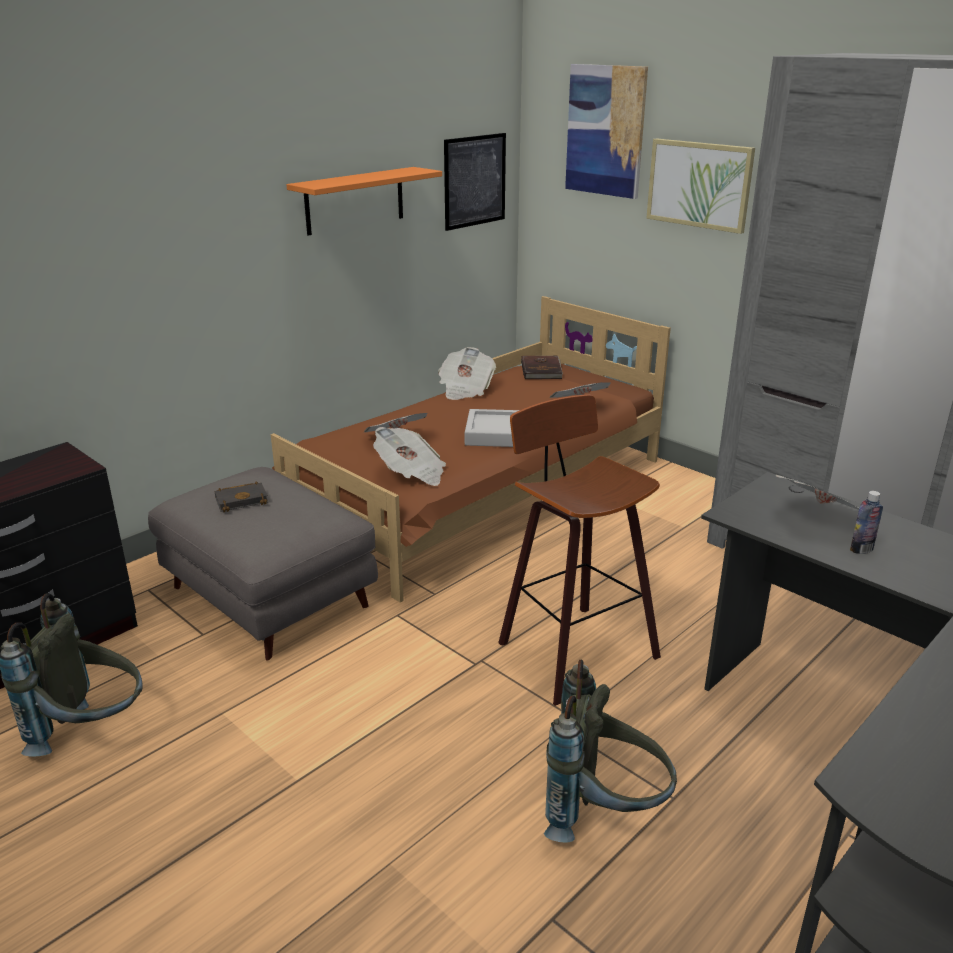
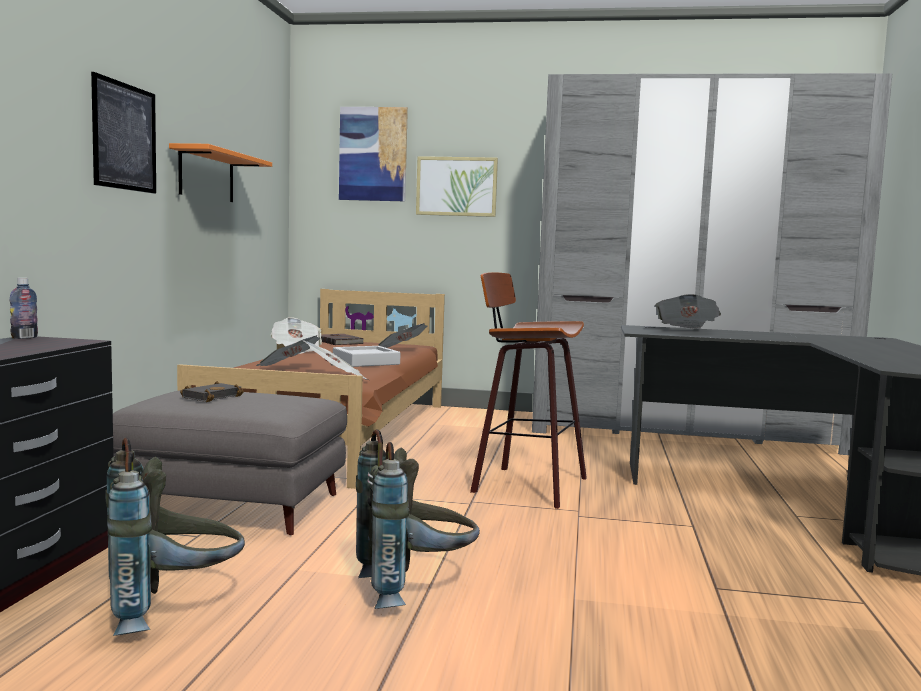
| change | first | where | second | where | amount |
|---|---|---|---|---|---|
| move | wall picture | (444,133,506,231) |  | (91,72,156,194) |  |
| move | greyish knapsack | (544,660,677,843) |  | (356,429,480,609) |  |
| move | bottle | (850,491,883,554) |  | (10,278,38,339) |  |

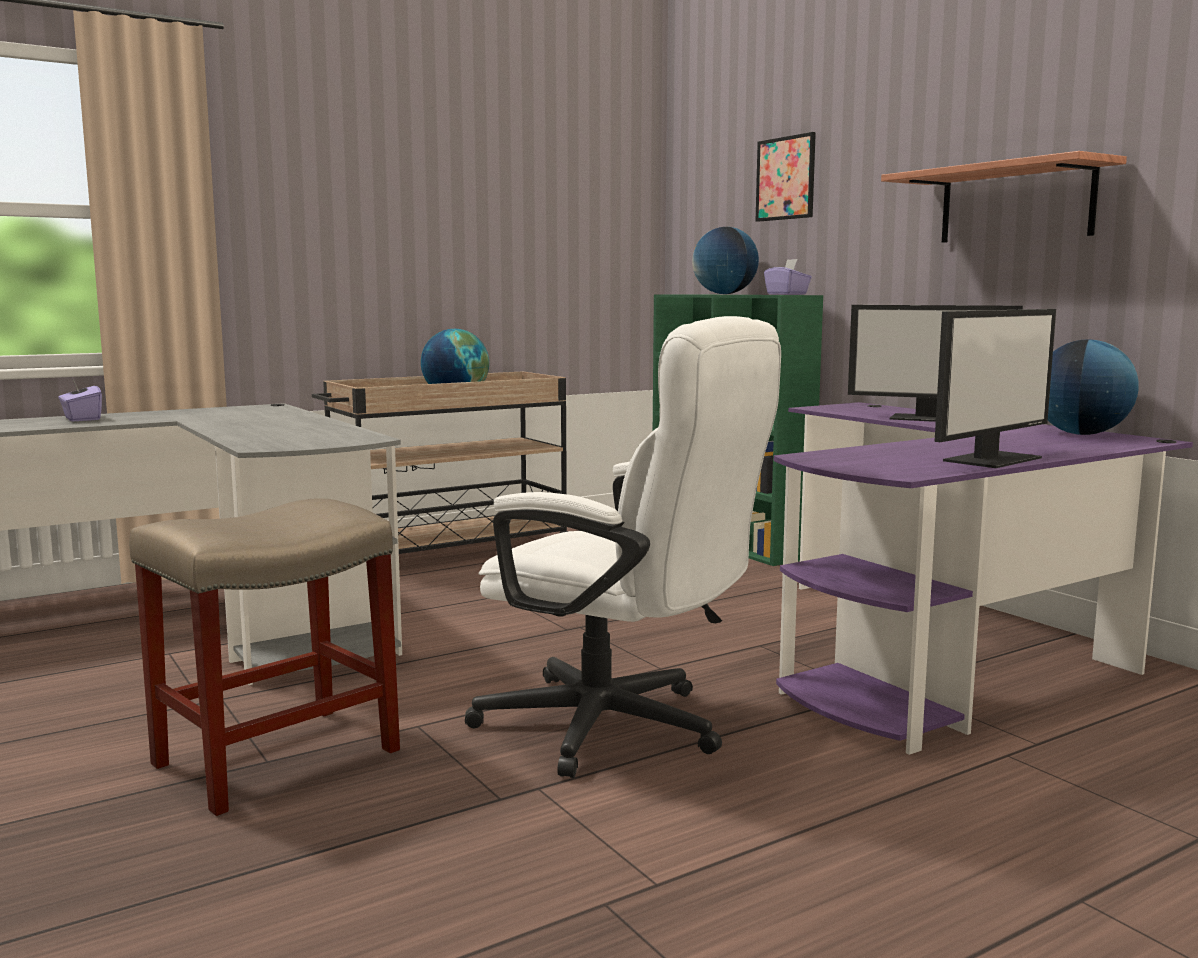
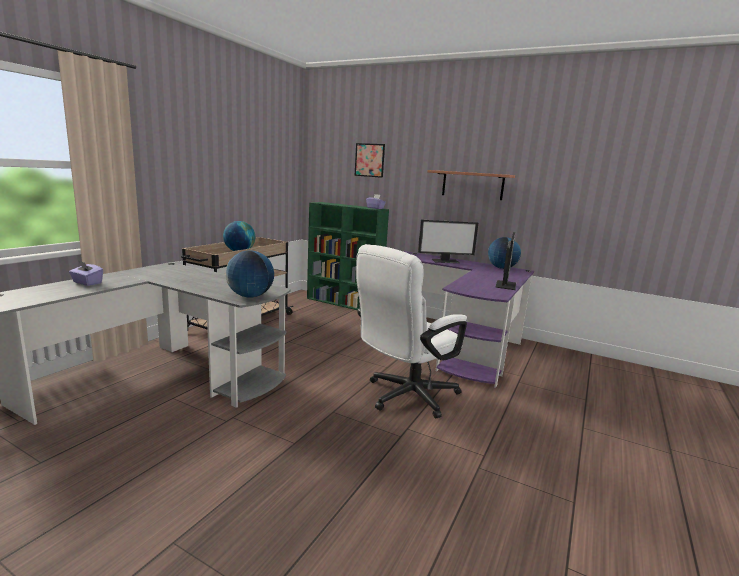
| change | first | where | second | where | amount |
|---|---|---|---|---|---|
| delete | beige-coloured stool | (129,498,400,816) |  |  |  |
| move | world globe | (692,227,759,294) |  | (226,250,274,298) |  |
| rotate | whitish office chair | (465,316,781,778) |  | (356,244,467,419) | 135 degrees clockwise |

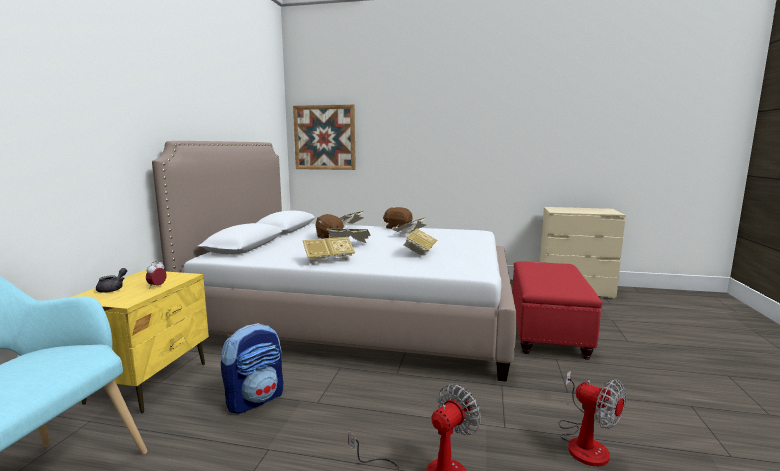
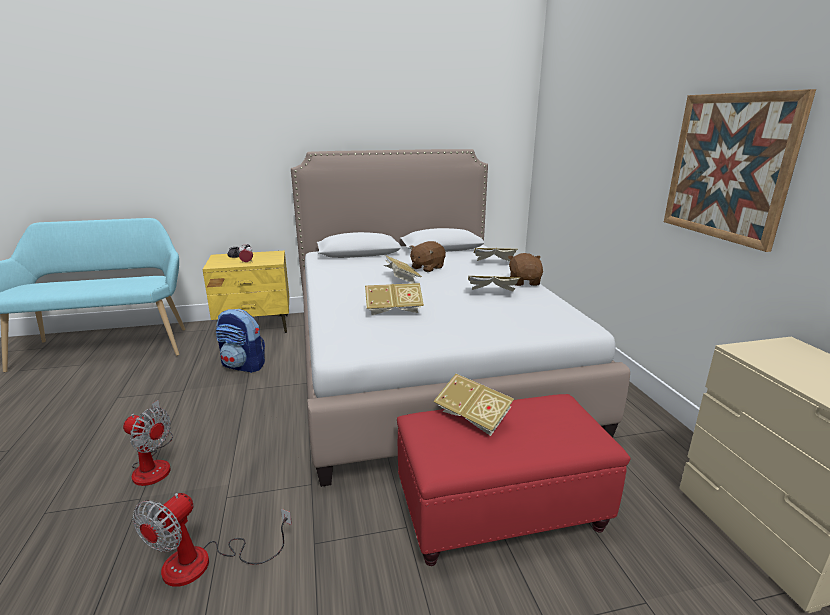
| change | first | where | second | where | amount |
|---|---|---|---|---|---|
| move | wall picture | (293,104,356,170) |  | (664,89,816,252) |  |
| move | bound book | (302,237,355,264) |  | (433,374,514,436) |  |

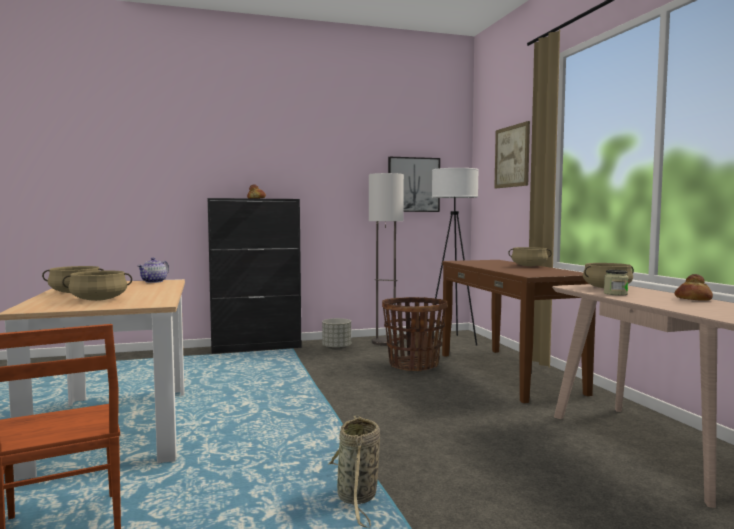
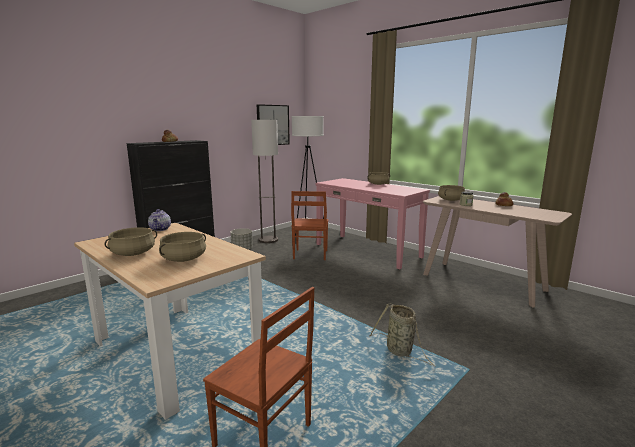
| change | first | where | second | where | amount |
|---|---|---|---|---|---|
| delete | wall picture | (494,121,530,188) |  |  |  |
| replace | basket | (382,297,448,371) | brown-coloured upright chair | (291,191,328,260) |  |
| recolor | brown-coloured console table | (442,260,596,403) | pinkish console table | (316,178,430,269) |  |

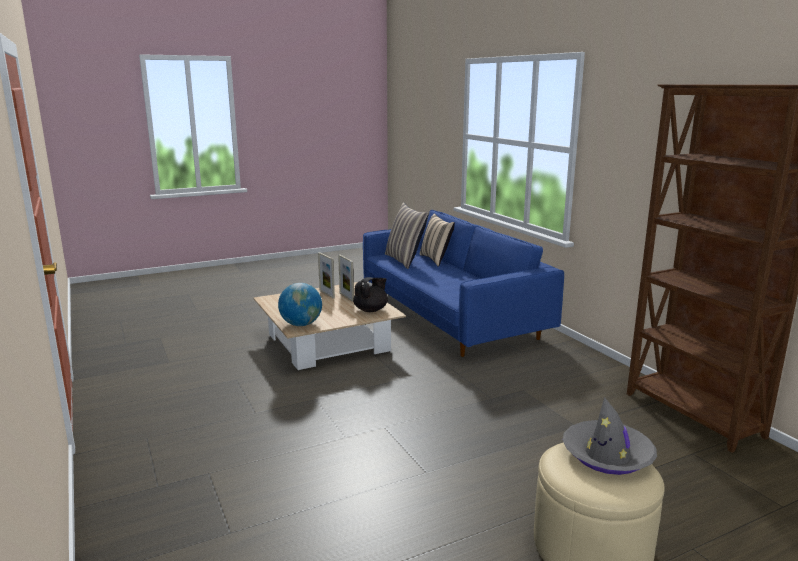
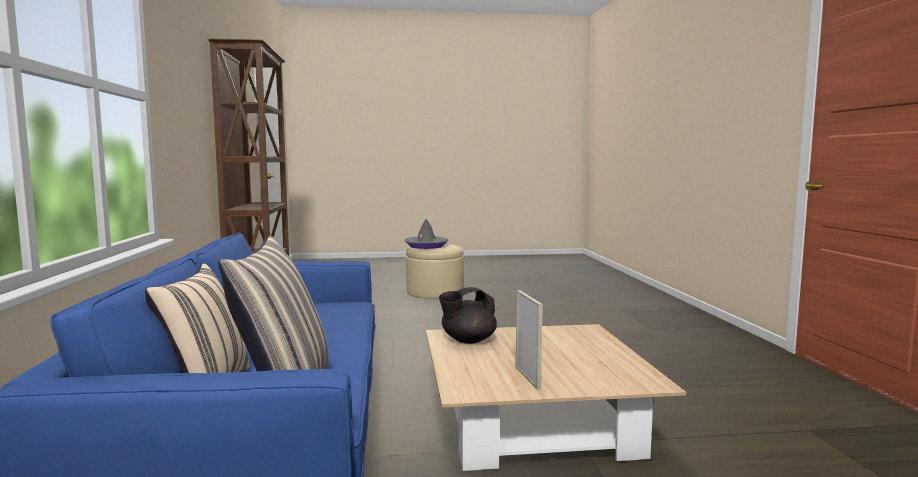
| change | first | where | second | where | amount |
|---|---|---|---|---|---|
| delete | world globe | (278,283,322,326) |  |  |  |
| delete | photo frame | (338,255,354,302) |  |  |  |

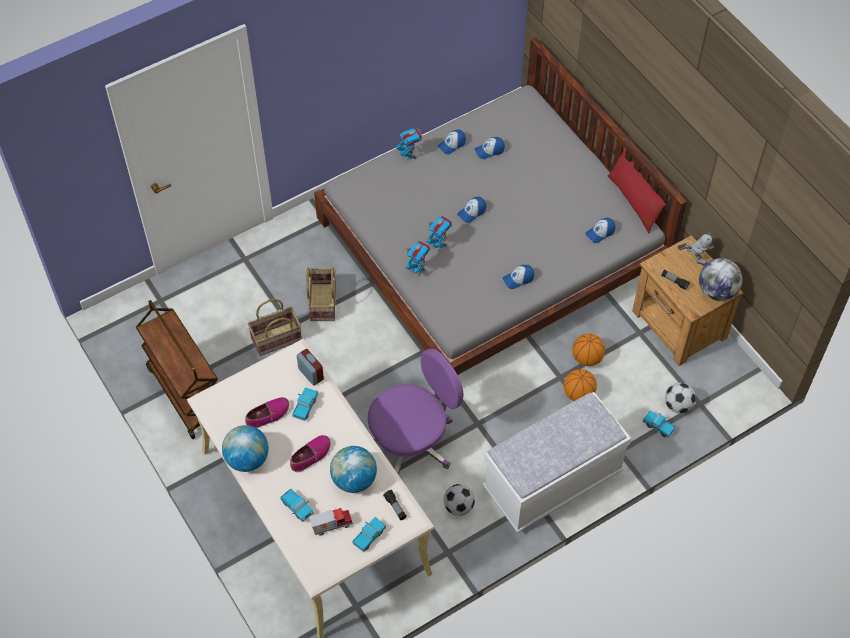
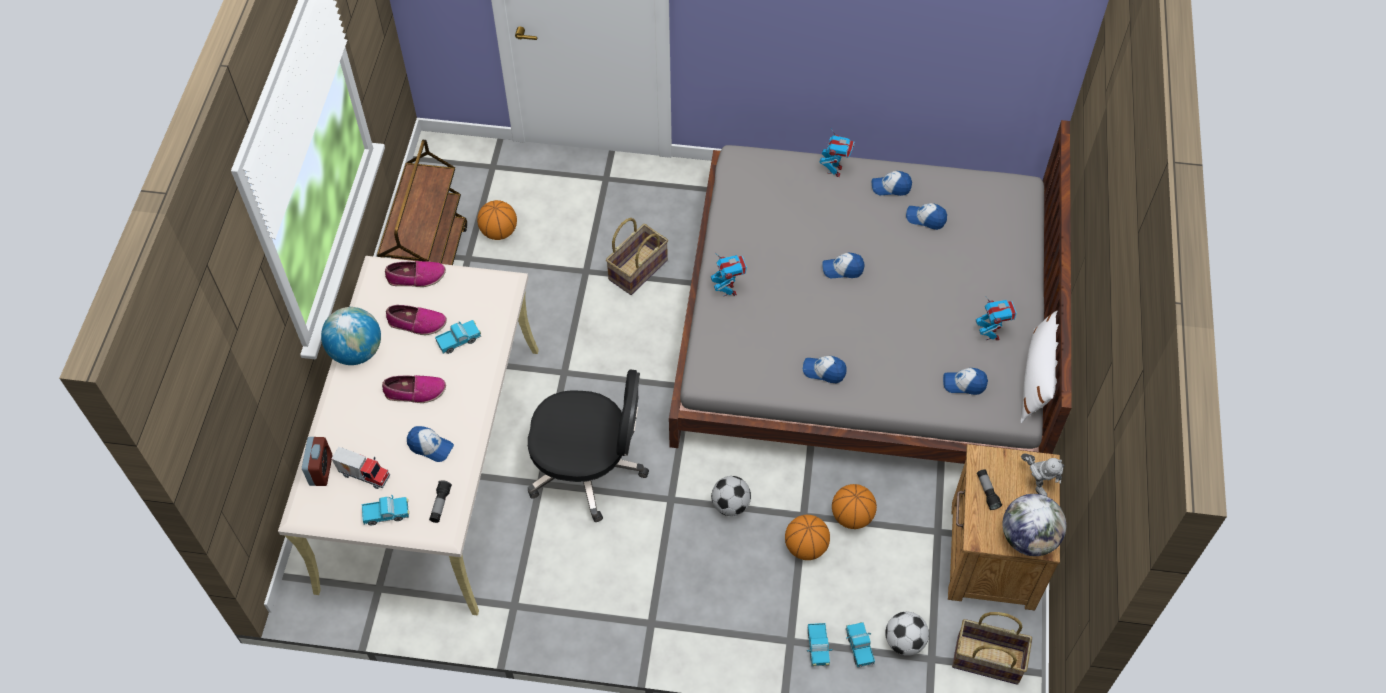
| change | first | where | second | where | amount |
|---|---|---|---|---|---|
| delete | whitish long seat | (483,392,631,533) |  |  |  |
| insert |  |  | shoe | (385,261,446,287) |  |
| insert |  |  | basketball | (477,200,517,240) |  |
| move | basket | (248,299,302,356) |  | (952,612,1032,685) |  |
| move | toy truck | (280,489,314,522) |  | (807,623,833,666) |  |
| move | table clock | (296,349,324,386) |  | (302,437,332,486) |  |
| move | robot figure | (427,215,452,250) |  | (976,296,1017,340) |  |
| move | football ball | (444,484,475,516) |  | (711,476,751,516) |  |
| replace | world globe | (330,446,377,493) | baseball cap | (407,426,454,462) |  |
| recolor | purplish office chair | (368,349,464,475) | black-coloured office chair | (528,369,649,522) |  |
| recolor | red throw pillow | (608,149,666,234) | whitish throw pillow | (1021,310,1059,423) |  |

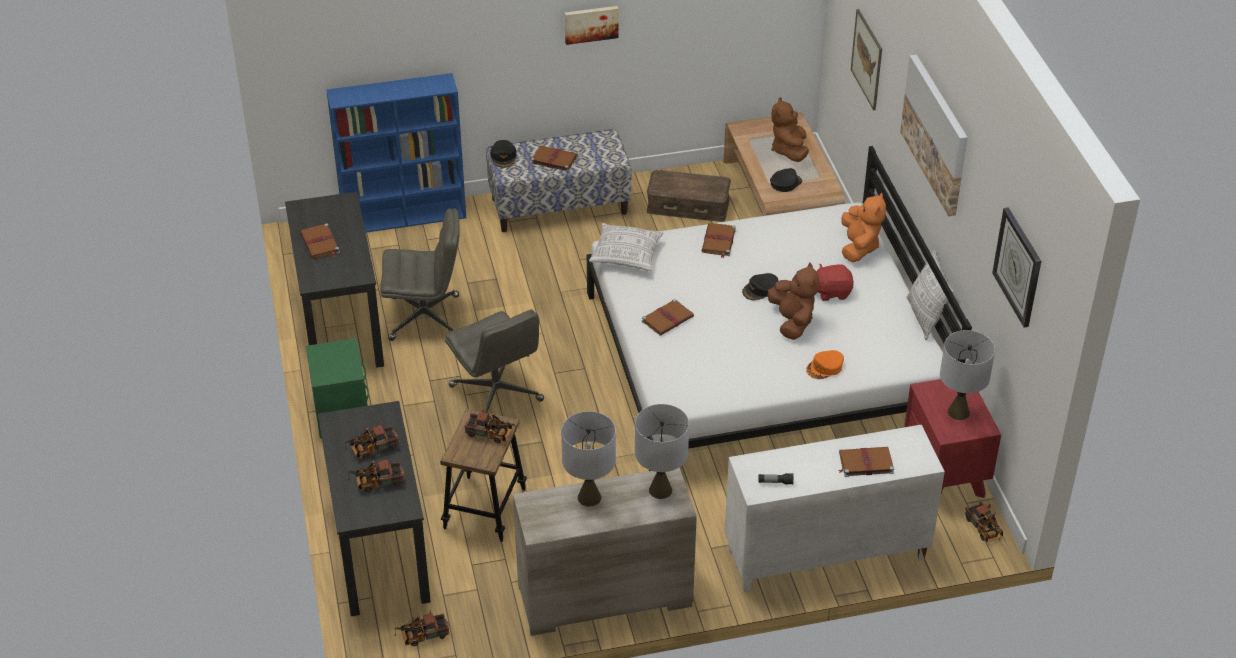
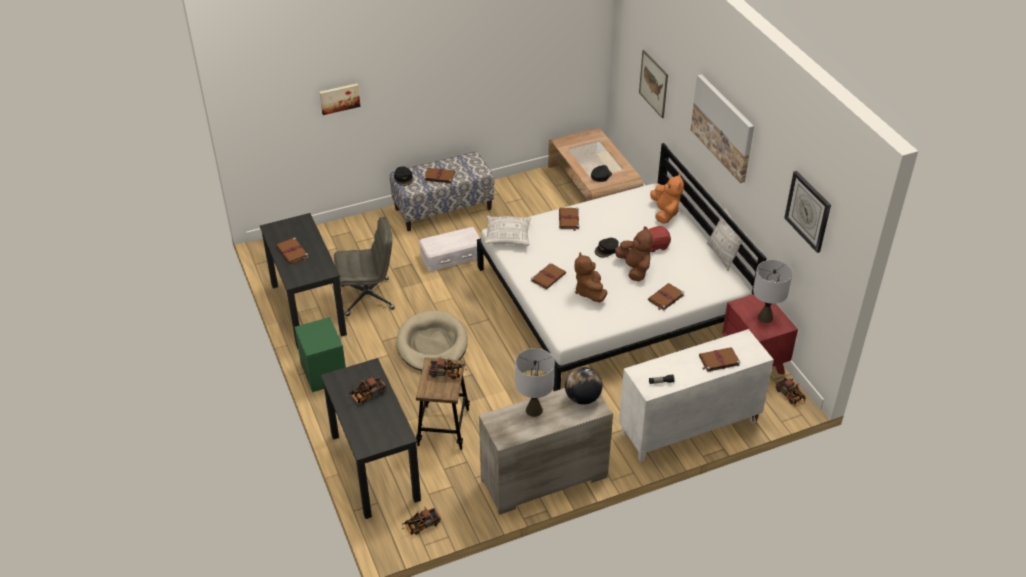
| change | first | where | second | where | amount |
|---|---|---|---|---|---|
| delete | blue-coloured bookcase | (327,73,466,233) |  |  |  |
| delete | toy truck | (348,457,404,492) |  |  |  |
| delete | brown-coloured storage bin | (647,170,731,222) |  |  |  |
| insert |  |  | whitish storage bin | (419,227,480,271) |  |
| move | wall picture | (565,6,618,45) |  | (319,83,360,115) |  |
| move | brown-coloured cuddly toy | (771,97,809,162) |  | (574,252,607,303) |  |
| replace | greyish office chair | (445,310,544,413) | beige-coloured dog cushion | (396,310,468,371) |  |
| replace | greyish lamp for a table | (635,404,689,499) | world globe | (565,367,602,405) |  |
| replace | orange-coloured baseball cap | (806,350,844,379) | brown-coloured bound book | (648,283,684,311) |  |

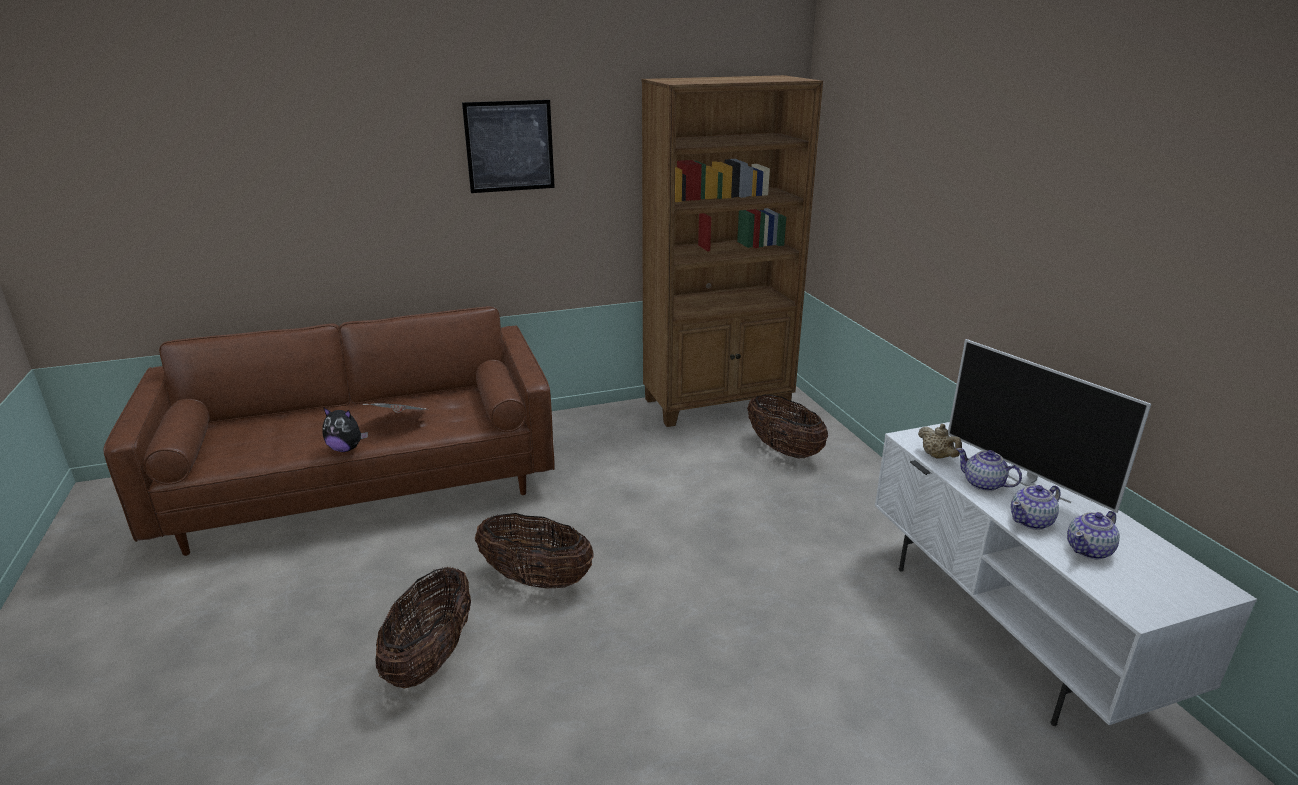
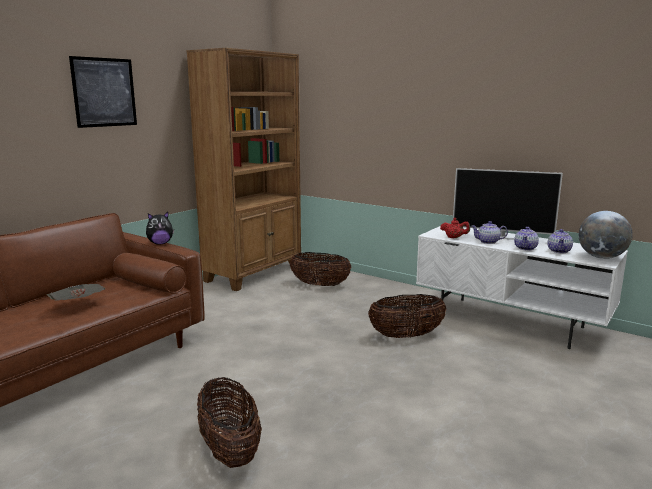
| change | first | where | second | where | amount |
|---|---|---|---|---|---|
| insert |  |  | world globe | (579,211,633,259) |  |
| move | cuddly toy | (322,407,368,452) |  | (146,212,174,245) |  |
| move | basket | (475,513,594,589) |  | (368,294,446,338) |  |
| recolor | beige-coloured pot for tea | (918,424,962,459) | red pot for tea | (440,218,470,238) |  |

